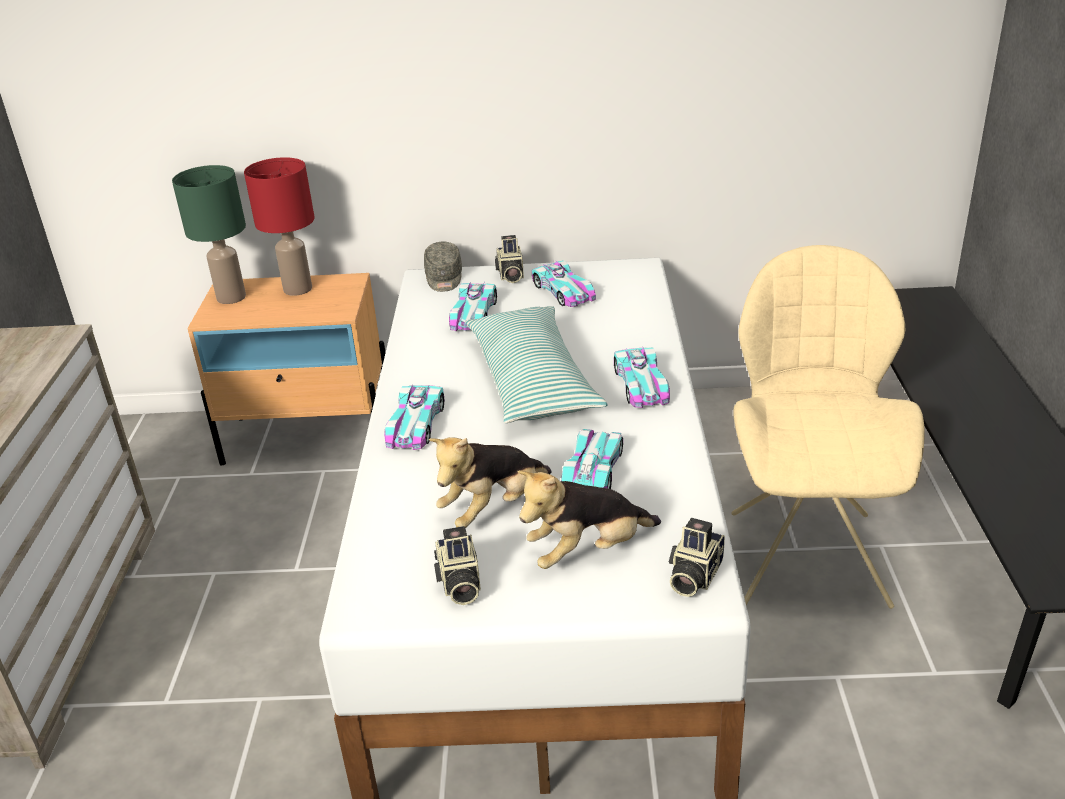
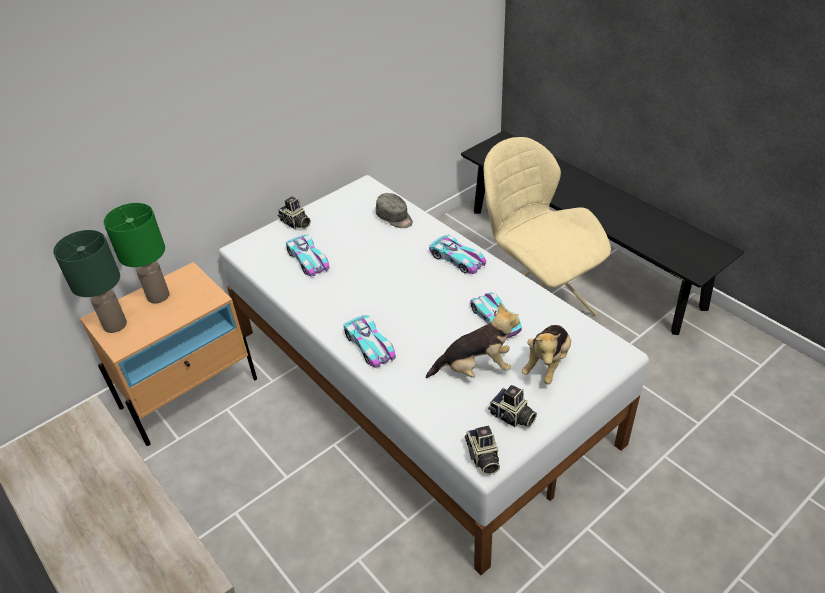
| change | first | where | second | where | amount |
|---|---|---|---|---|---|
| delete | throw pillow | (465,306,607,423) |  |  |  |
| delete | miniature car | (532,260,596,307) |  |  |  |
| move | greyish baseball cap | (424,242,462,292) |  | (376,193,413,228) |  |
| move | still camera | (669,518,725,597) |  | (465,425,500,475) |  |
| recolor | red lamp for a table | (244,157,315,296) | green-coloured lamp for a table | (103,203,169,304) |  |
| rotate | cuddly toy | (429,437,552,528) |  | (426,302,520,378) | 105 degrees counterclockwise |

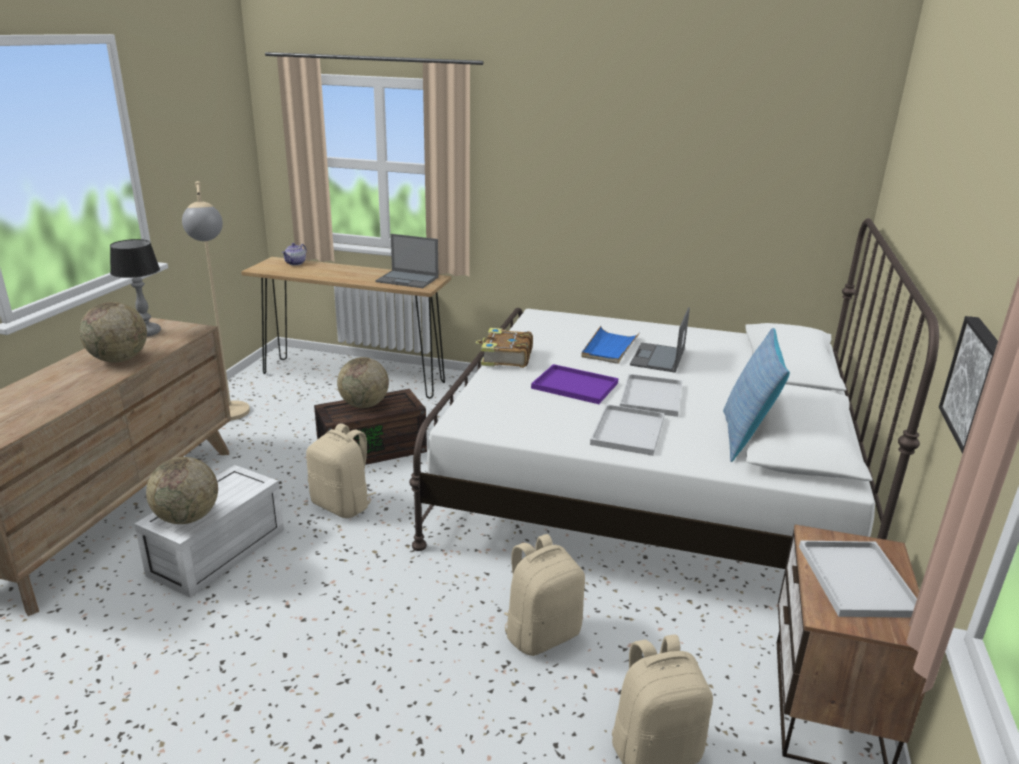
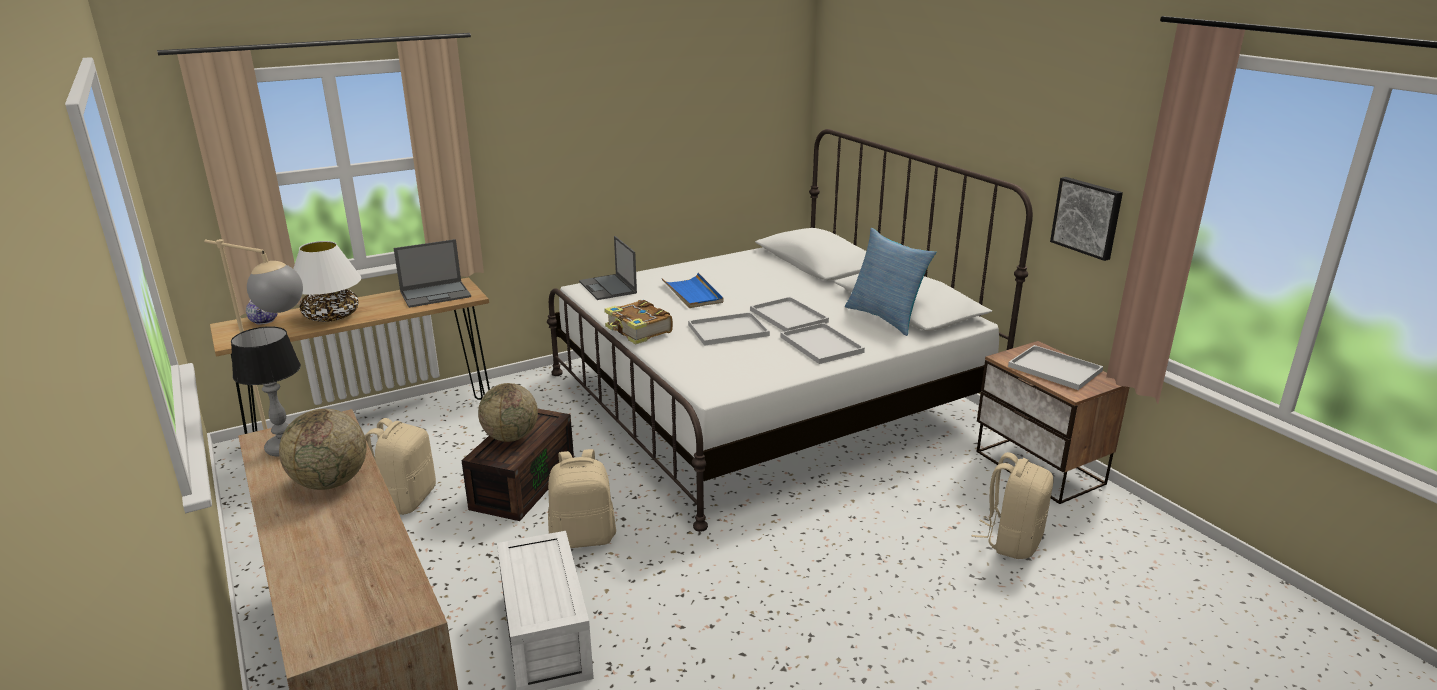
| change | first | where | second | where | amount |
|---|---|---|---|---|---|
| delete | world globe | (146,457,218,524) |  |  |  |
| insert |  |  | whitish lamp for a table | (293,241,361,322) |  |
| move | beige-coloured knapsack | (504,534,585,656) |  | (365,418,436,515) |  |
| move | laptop | (630,307,690,373) |  | (579,236,637,300) |  |
| recolor | purplish carrying tray | (531,364,618,404) | whitish carrying tray | (688,312,770,346) |  |

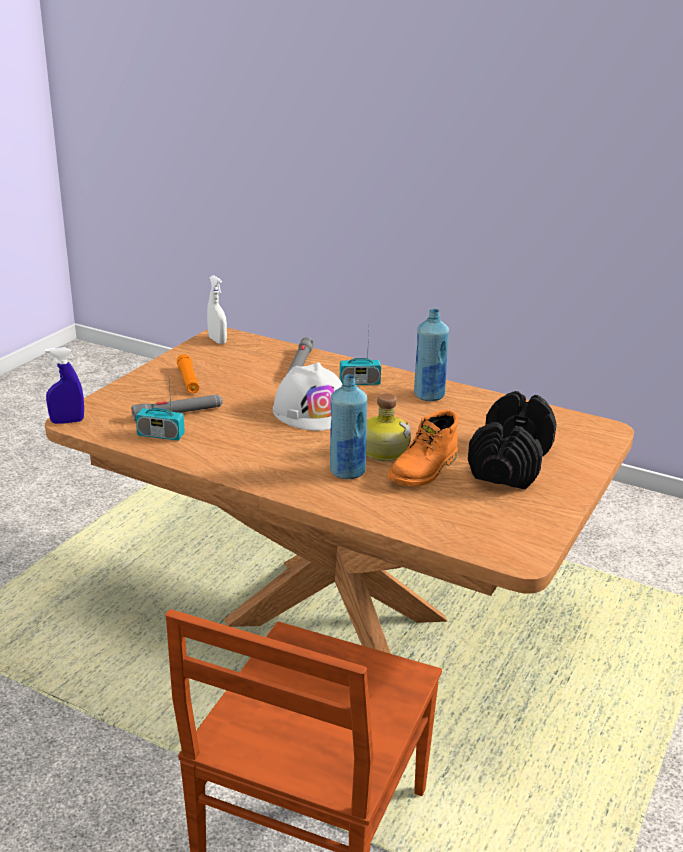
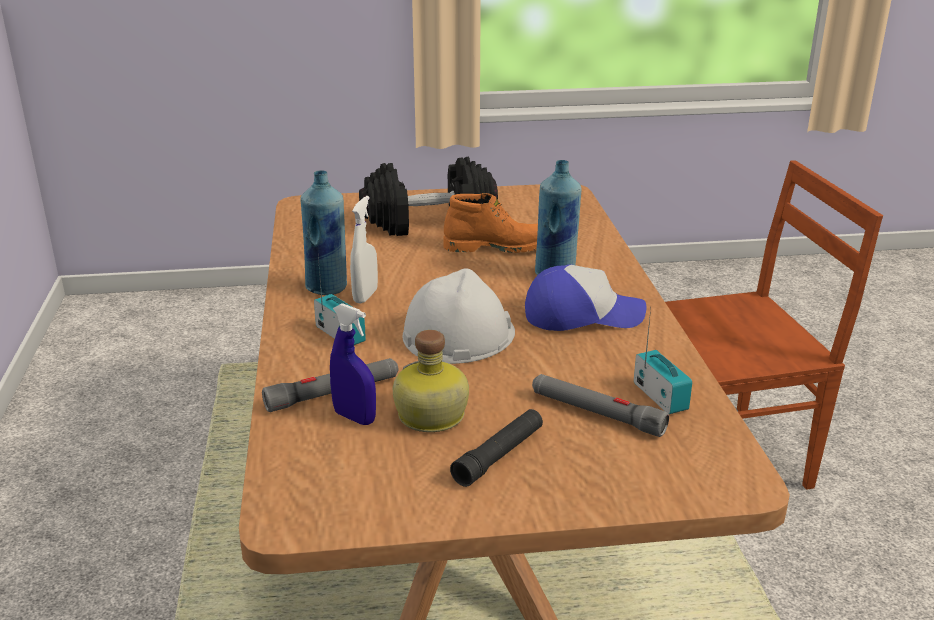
| change | first | where | second | where | amount |
|---|---|---|---|---|---|
| insert |  |  | baseball cap | (525,264,646,331) |  |
| move | blue-coloured hand sprayer | (45,347,84,424) |  | (330,303,376,425) |  |
| move | whitish hand sprayer | (207,275,227,344) |  | (350,196,378,303) |  |
| move | bottle | (366,393,411,461) |  | (393,330,469,432) |  |
| recolor | orange-coloured torch | (177,354,199,394) | black-coloured torch | (450,409,543,487) |  |

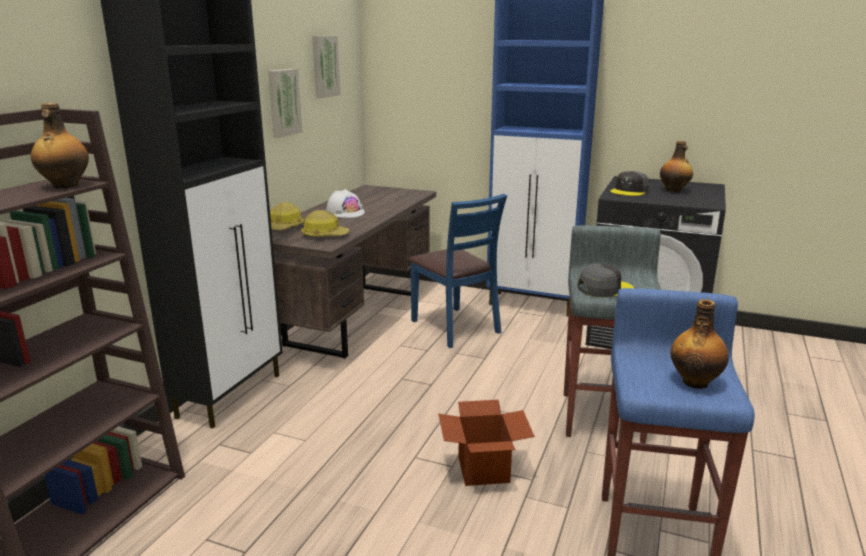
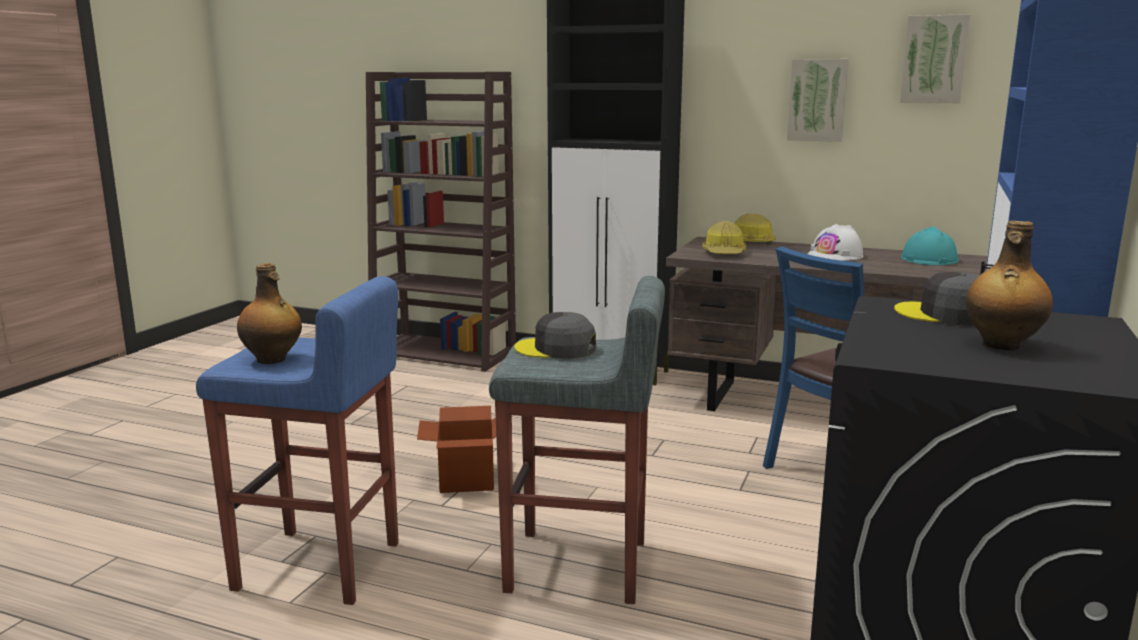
| change | first | where | second | where | amount |
|---|---|---|---|---|---|
| delete | bottle | (31,103,89,189) |  |  |  |
| insert |  |  | blue-green safety helmet | (901,226,959,265) |  |
| rotate | greyish baseball cap | (577,263,634,297) |  | (514,312,596,359) | 120 degrees clockwise |

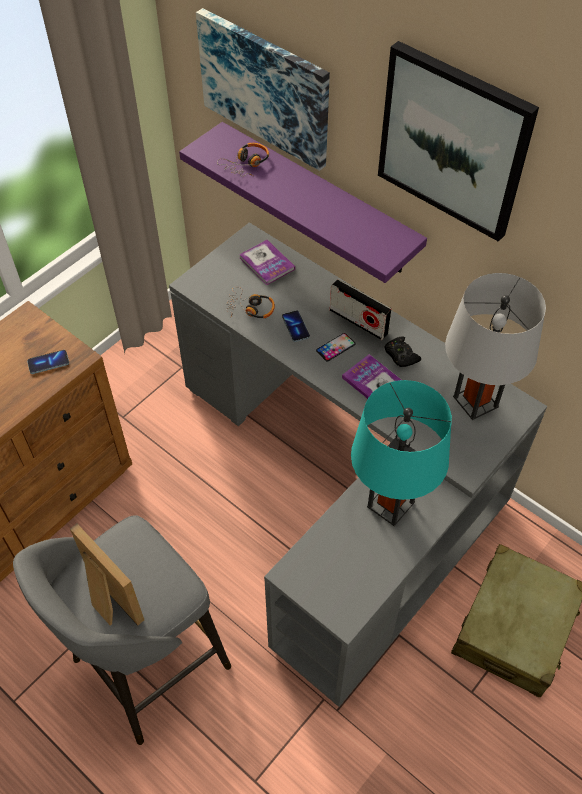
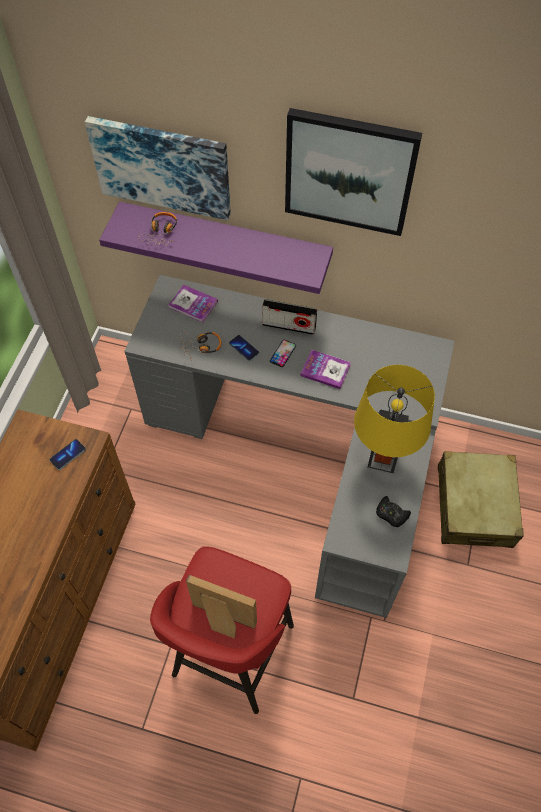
| change | first | where | second | where | amount |
|---|---|---|---|---|---|
| delete | greyish lamp for a table | (445,273,546,420) |  |  |  |
| move | black-coloured joypad | (385,336,421,367) |  | (376,496,411,527) |  |
| recolor | greyish stool | (13,516,231,745) | red stool | (150,546,294,714) |  |
| recolor | blue-green lamp for a table | (351,380,452,526) | yellow lamp for a table | (354,365,435,473) |  |

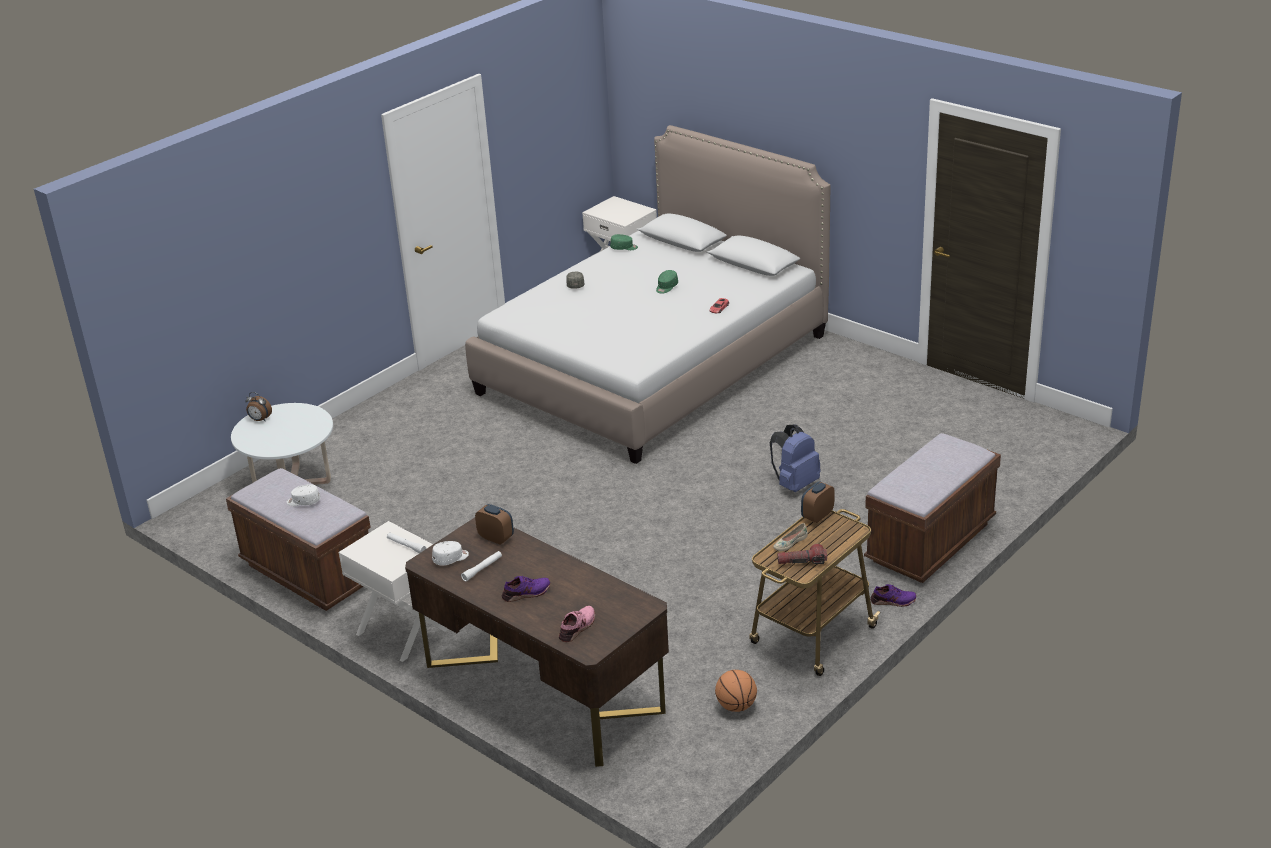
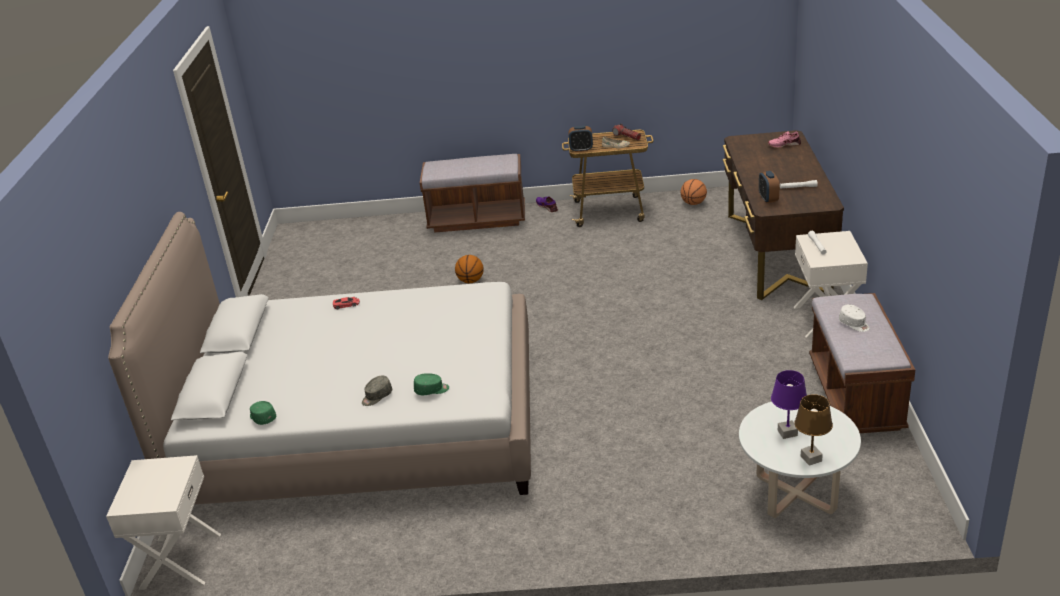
| change | first | where | second | where | amount |
|---|---|---|---|---|---|
| delete | whitish baseball cap | (432,541,469,566) |  |  |  |
| delete | purplish shoe | (502,576,550,602) |  |  |  |
| insert |  |  | purplish lamp for a table | (771,370,807,439) |  |
| move | green-coloured baseball cap | (656,270,678,294) |  | (414,373,449,395) |  |
| replace | table clock | (245,392,272,422) | brown-coloured lamp for a table | (794,394,833,466) |  |
| replace | blue-coloured knapsack | (770,424,821,492) | basketball | (455,255,484,283) |  |

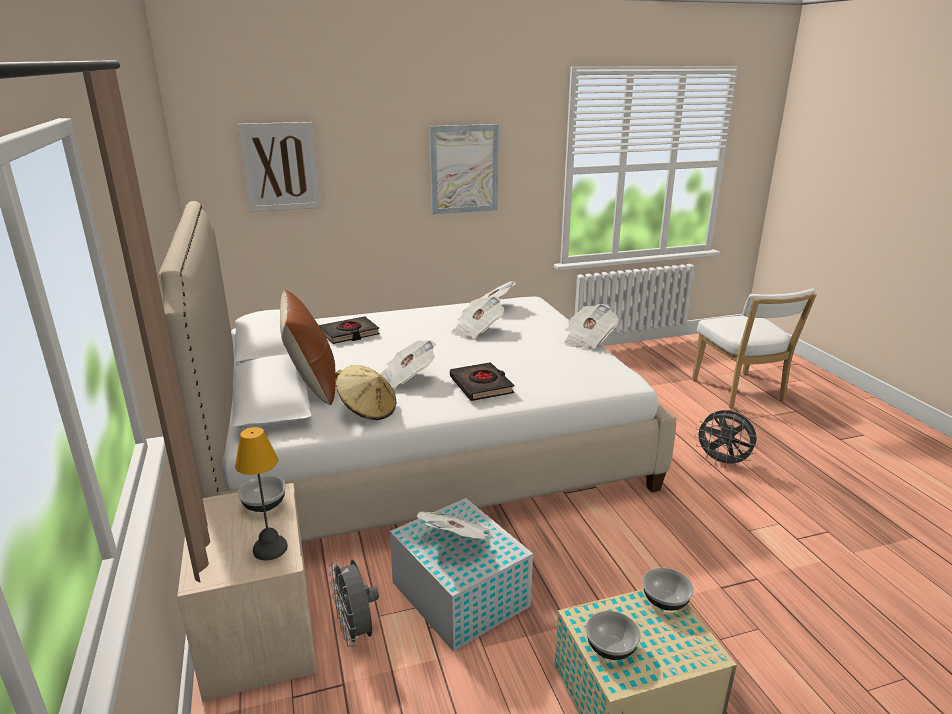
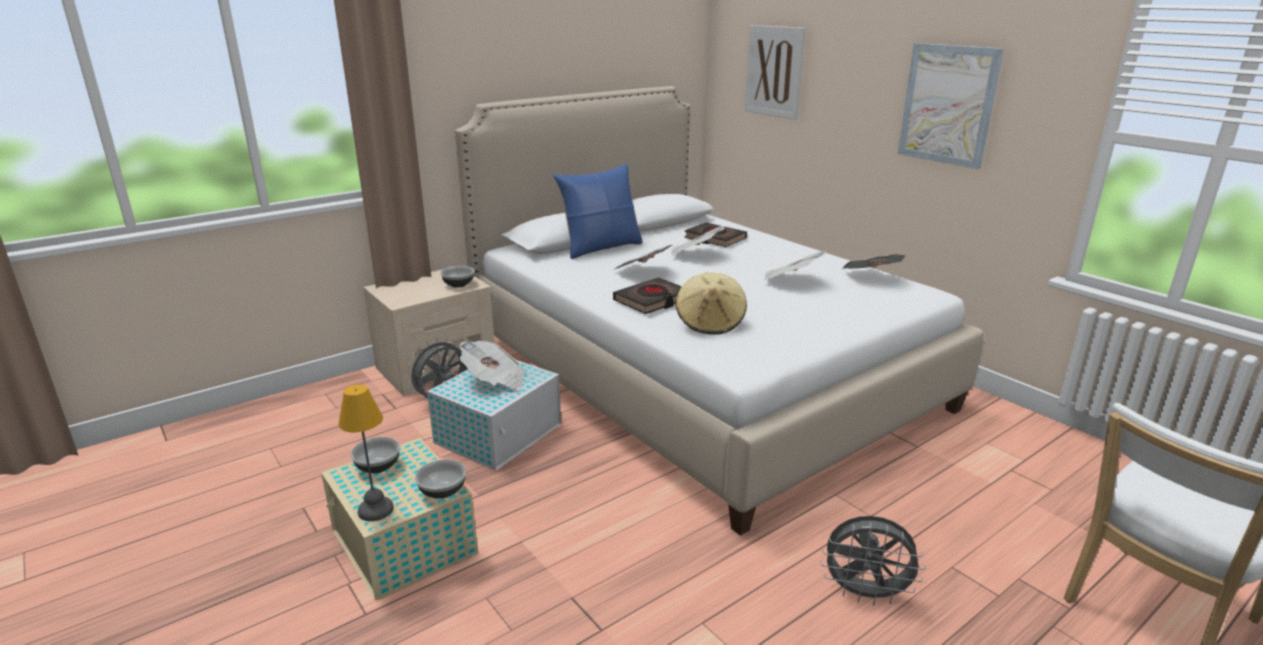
| change | first | where | second | where | amount |
|---|---|---|---|---|---|
| move | lamp for a table | (235,427,288,560) |  | (339,384,394,521) |  |
| move | beige-coloured hat | (336,365,396,420) |  | (675,273,747,335) |  |
| move | daily paper | (564,304,618,348) |  | (671,226,725,255) |  |
| recolor | brown-coloured throw pillow | (280,290,336,405) | blue-coloured throw pillow | (553,164,643,259) |  |
| rotate | greyish fan | (694,410,758,468) |  | (821,516,926,605) | 90 degrees counterclockwise |

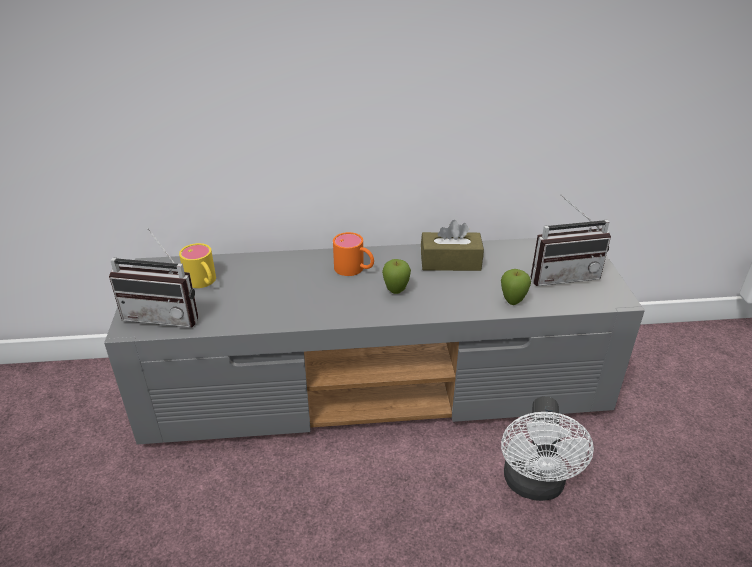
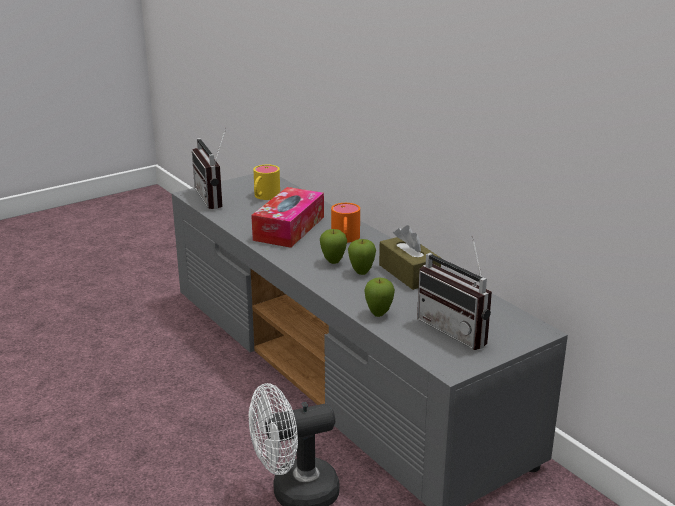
| change | first | where | second | where | amount |
|---|---|---|---|---|---|
| insert |  |  | box of tissues | (251,187,324,248) |  |
| insert |  |  | whole apple | (348,239,376,275) |  |

